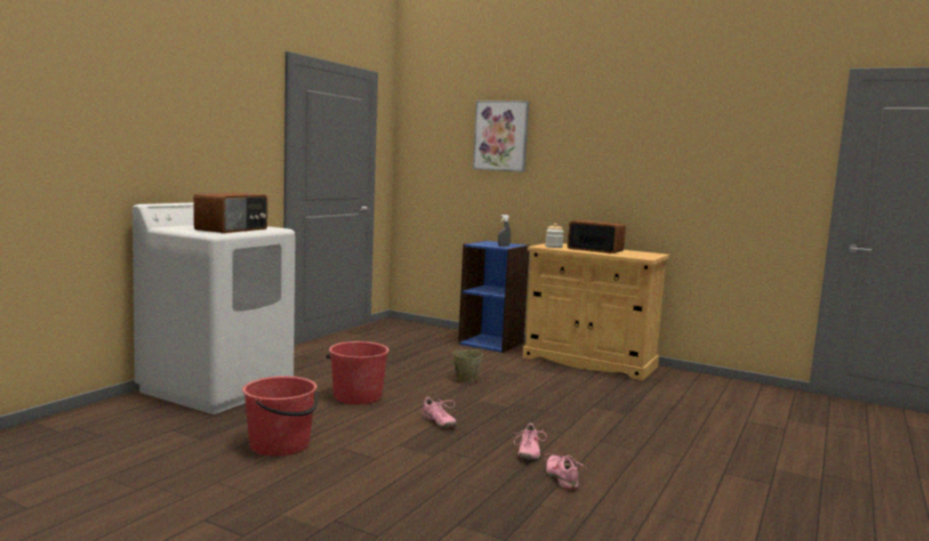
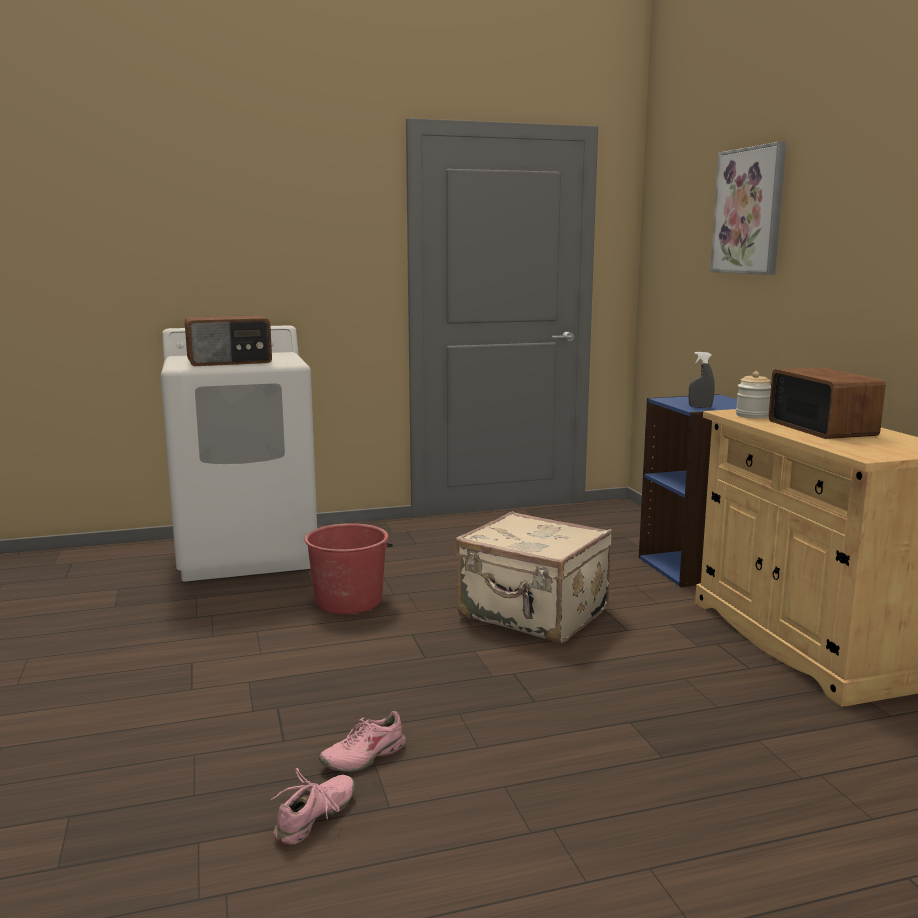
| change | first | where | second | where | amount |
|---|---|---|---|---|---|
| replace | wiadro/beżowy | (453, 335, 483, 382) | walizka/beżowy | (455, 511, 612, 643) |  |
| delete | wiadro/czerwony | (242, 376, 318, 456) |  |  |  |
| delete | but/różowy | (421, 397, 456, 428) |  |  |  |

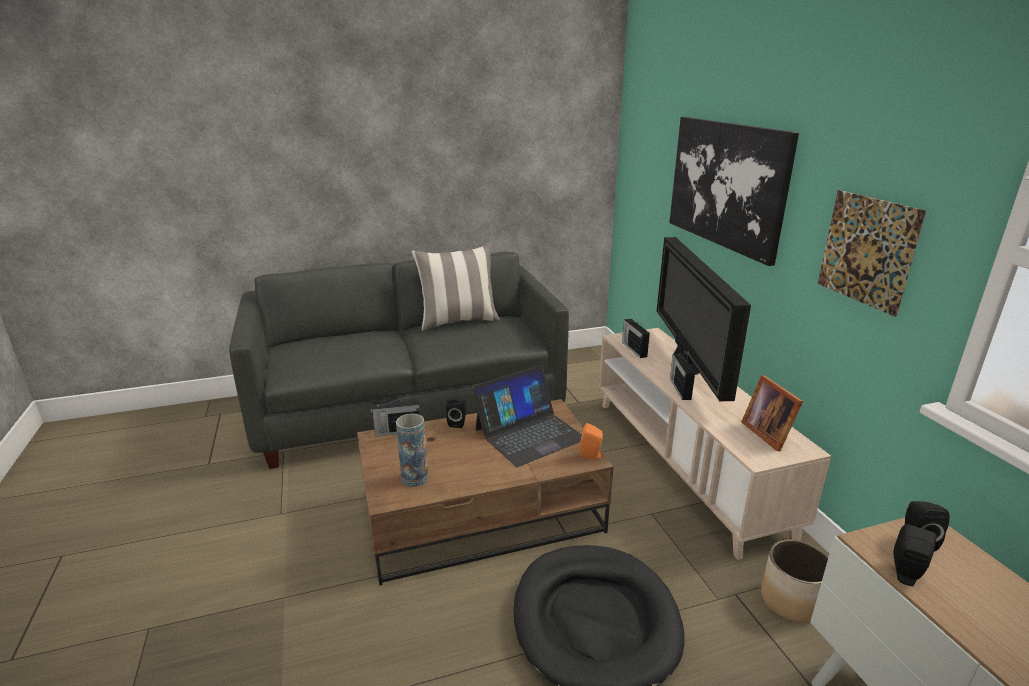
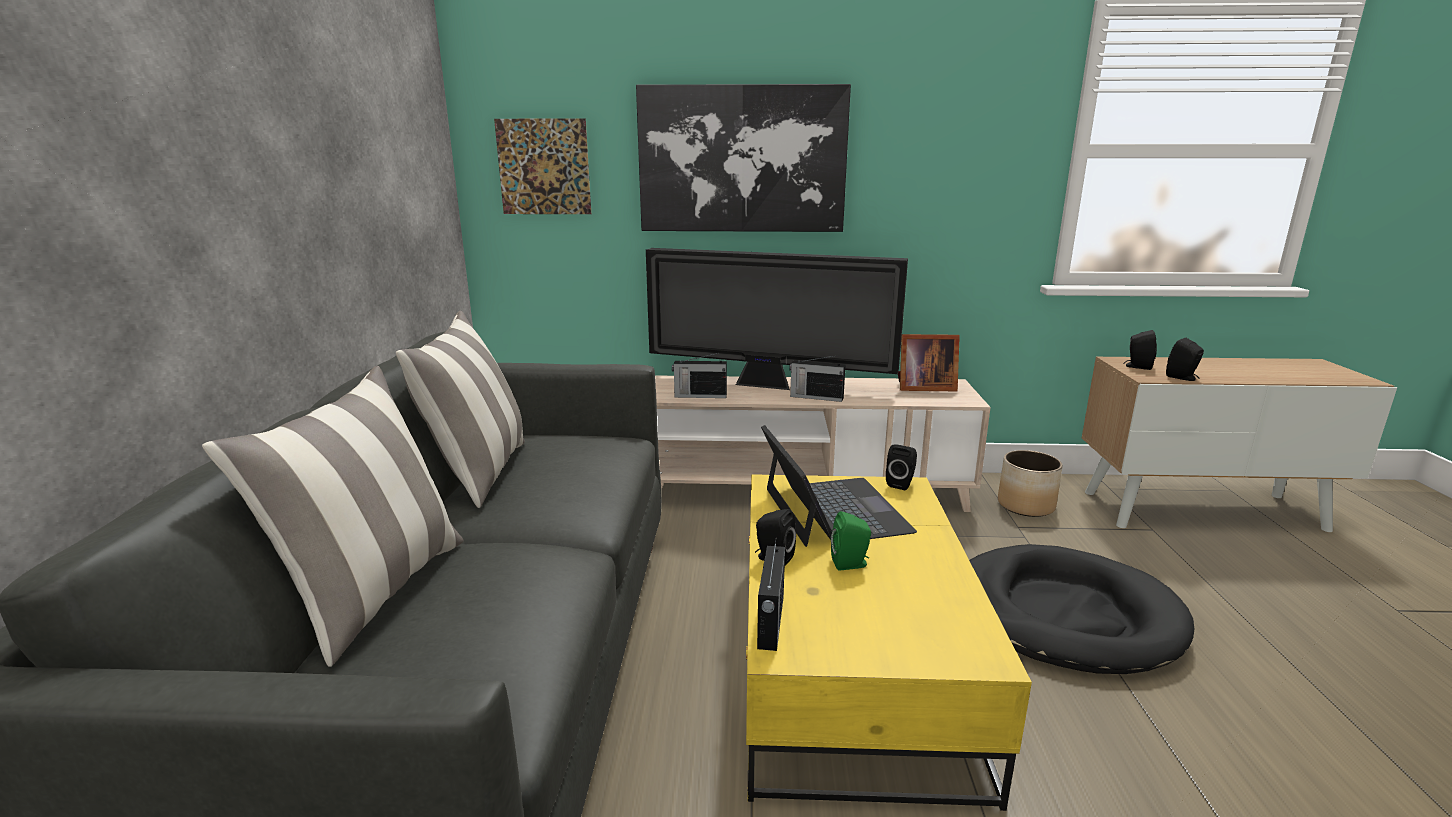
| change | first | where | second | where | amount |
|---|---|---|---|---|---|
| move | obraz | (818, 190, 926, 317) |  | (494, 119, 591, 214) |  |
| recolor | ława/brązowy | (357, 399, 614, 585) | ława/żółty | (746, 474, 1032, 811) |  |
| delete | wazon | (396, 414, 428, 487) |  |  |  |
| recolor | głośnik/pomarańczowy | (580, 423, 603, 459) | głośnik/czarny | (886, 444, 917, 490) |  |
| insert |  |  | poduszka | (202, 366, 463, 667) |  |
| insert |  |  | głośnik/zielony | (831, 511, 871, 570) |  |

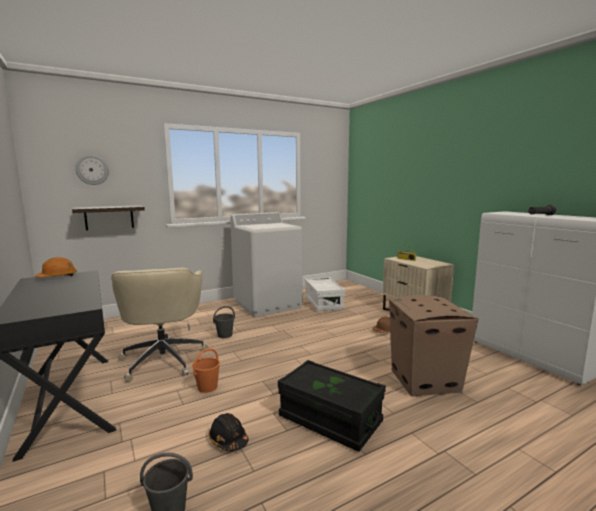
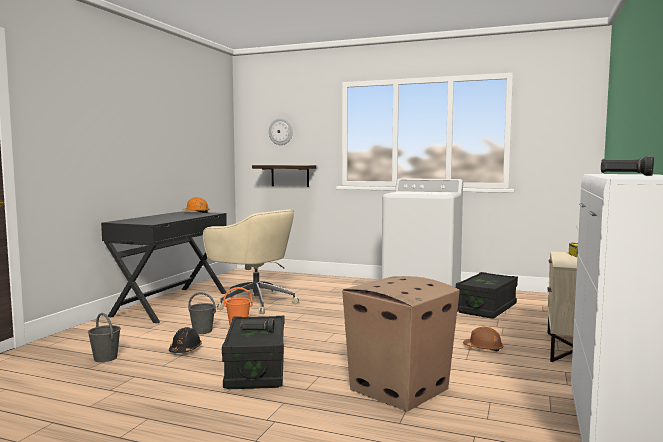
| change | first | where | second | where | amount |
|---|---|---|---|---|---|
| rotate | krzesło biurowe/beżowy | (111, 268, 208, 382) |  | (203, 210, 299, 314) | 90 degrees counterclockwise |
| recolor | pojemnik do przechowywania/biały | (305, 277, 345, 311) | pojemnik do przechowywania/czarny | (456, 272, 518, 319) |  |
| move | wiadro/szary | (213, 306, 235, 338) |  | (188, 292, 216, 334) |  |
| insert |  |  | latarka/czarny | (240, 318, 275, 333) |  |

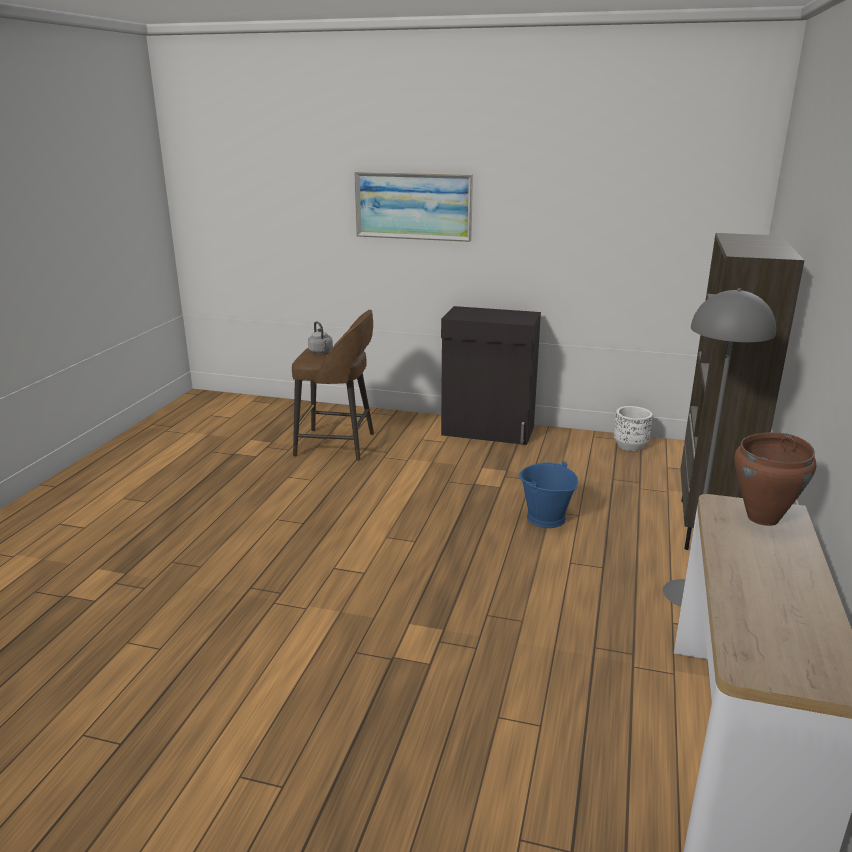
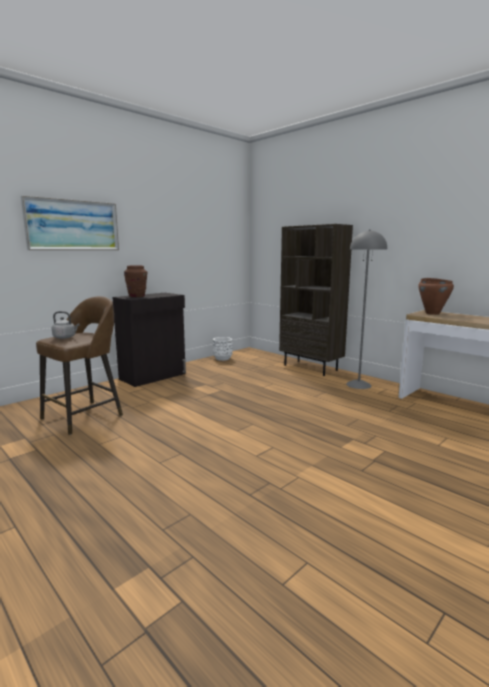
| change | first | where | second | where | amount |
|---|---|---|---|---|---|
| delete | wiadro/niebieski | (519, 461, 578, 528) |  |  |  |
| insert |  |  | wazon/brązowy | (124, 265, 148, 297) |  |

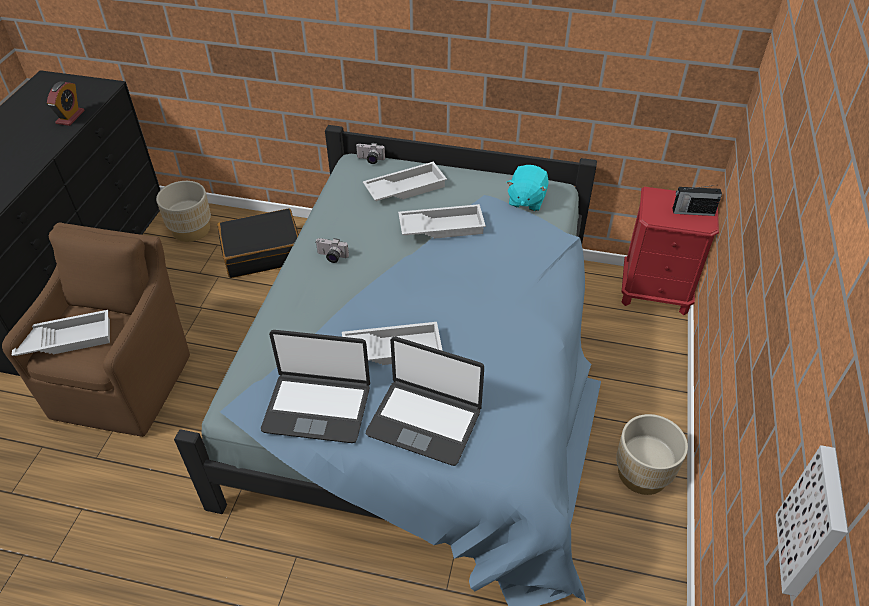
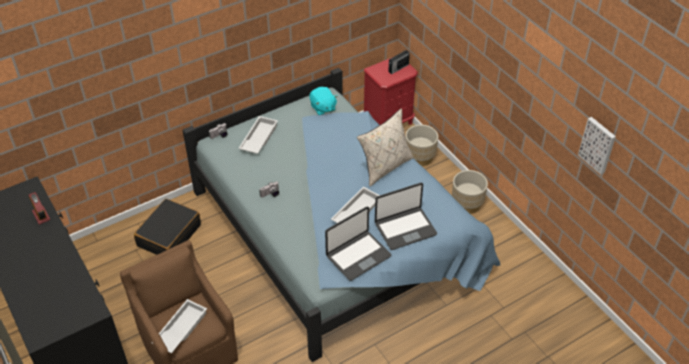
| change | first | where | second | where | amount |
|---|---|---|---|---|---|
| move | donica/beżowy | (156, 181, 211, 242) |  | (406, 125, 438, 166) |  |
| delete | taca/biały | (398, 204, 486, 239) |  |  |  |
| insert |  |  | poduszka/beżowy | (357, 108, 414, 187) |  |

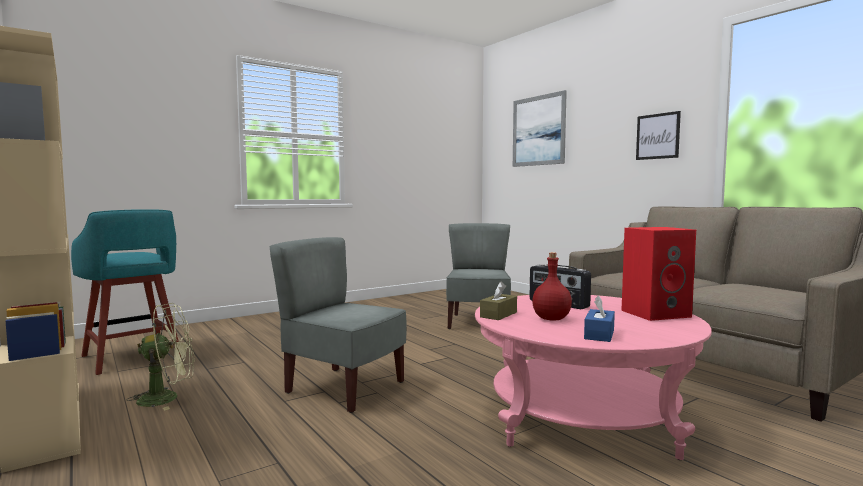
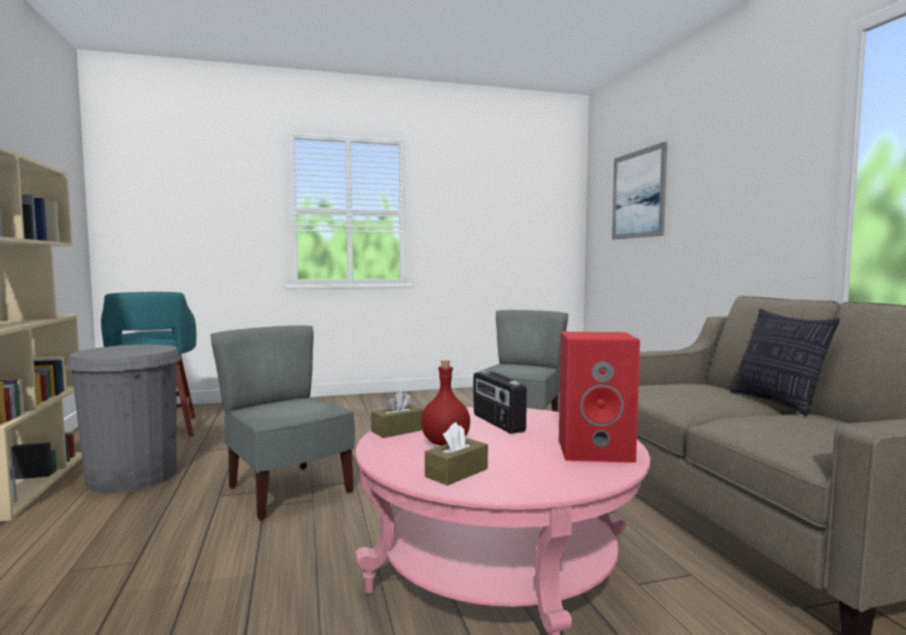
| change | first | where | second | where | amount |
|---|---|---|---|---|---|
| delete | obraz | (636, 111, 681, 160) |  |  |  |
| recolor | pudełko chusteczek/niebieski | (584, 295, 615, 342) | pudełko chusteczek/brązowy | (425, 422, 488, 486) |  |
| replace | wentylator/zielony | (127, 303, 194, 410) | kosz na śmieci/szary | (66, 344, 181, 493) |  |
| insert |  |  | poduszka | (730, 309, 840, 416) |  |

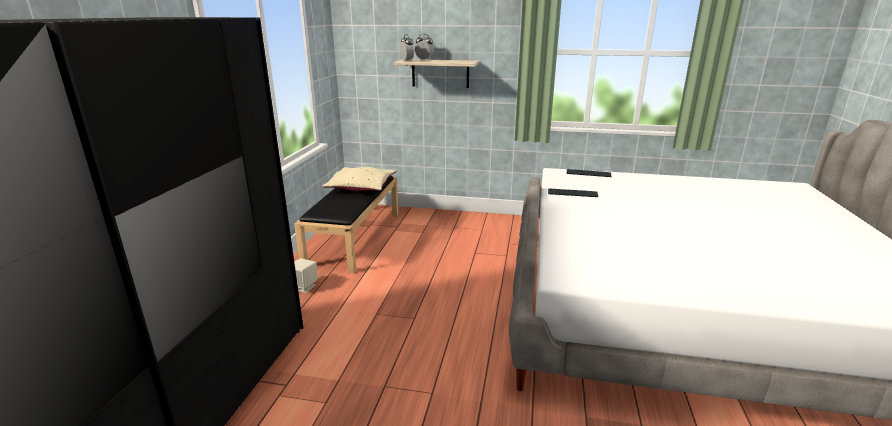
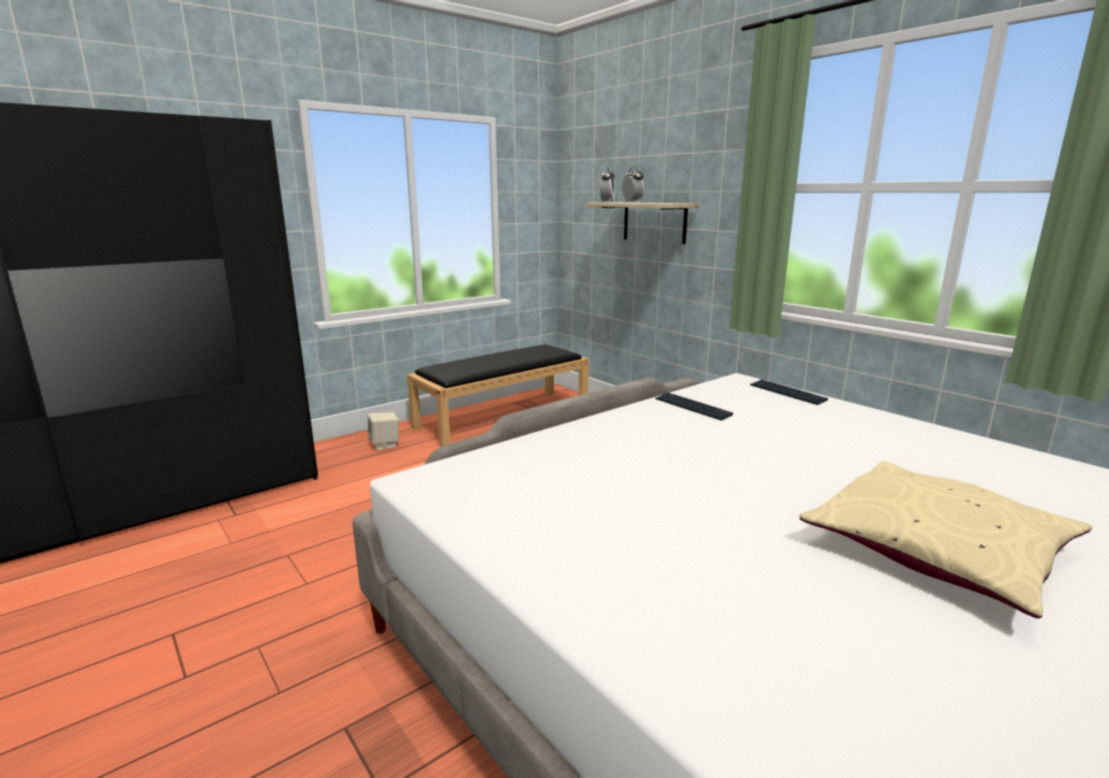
| change | first | where | second | where | amount |
|---|---|---|---|---|---|
| move | poduszka/beżowy | (322, 167, 397, 191) |  | (799, 461, 1092, 619) |  |

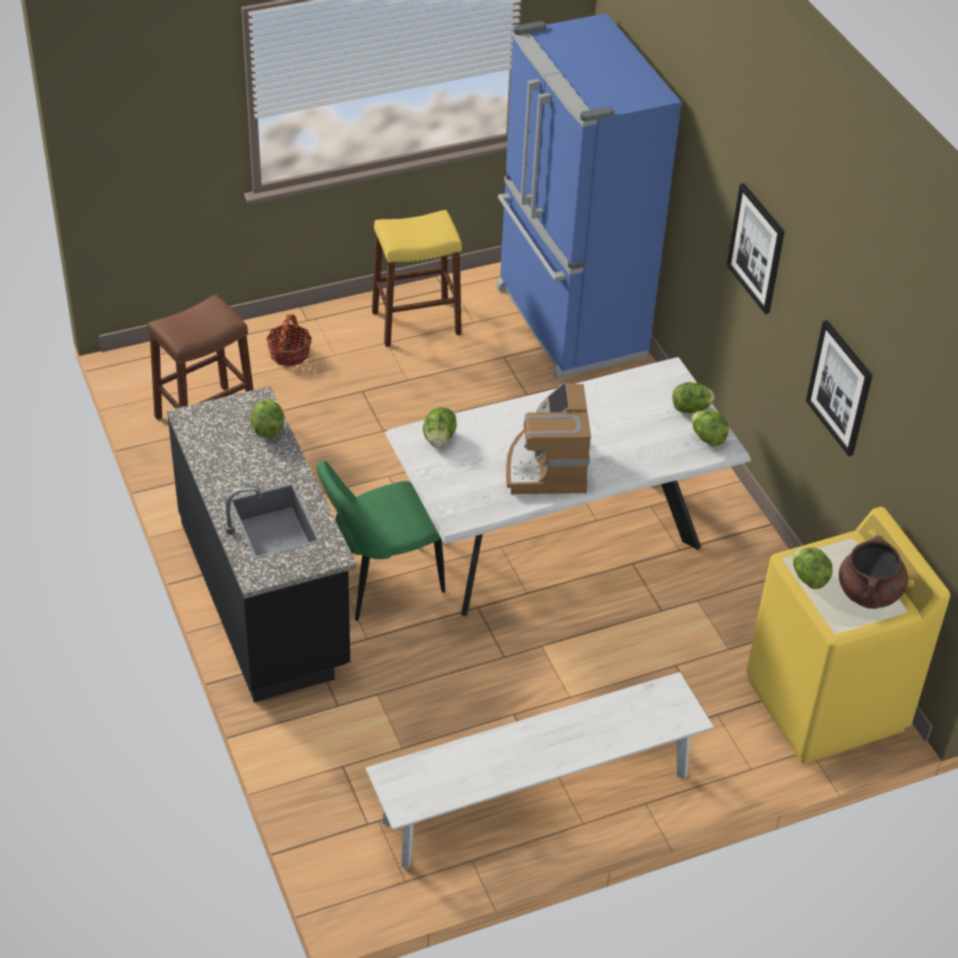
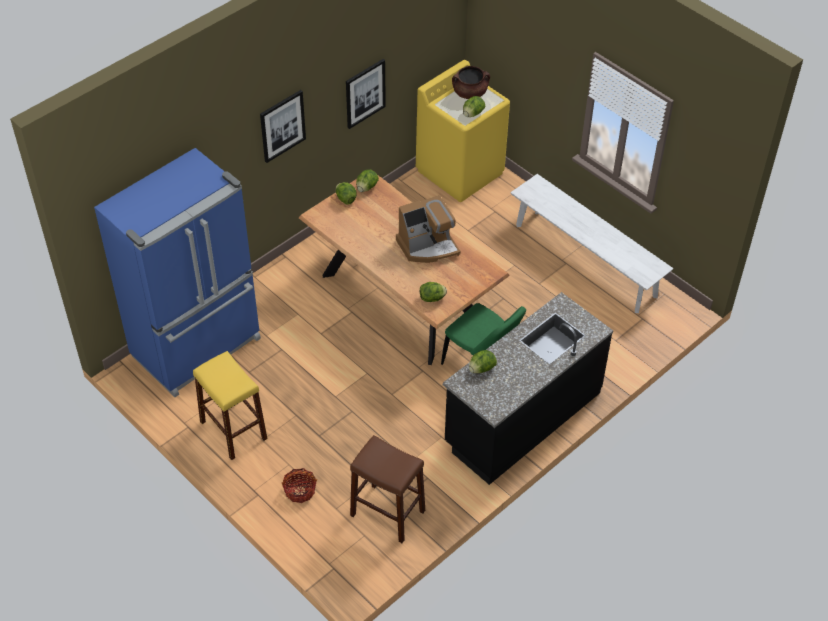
| change | first | where | second | where | amount |
|---|---|---|---|---|---|
| recolor | stół jadalny/biały | (385, 357, 751, 616) | stół jadalny/brązowy | (299, 176, 510, 365) |  |

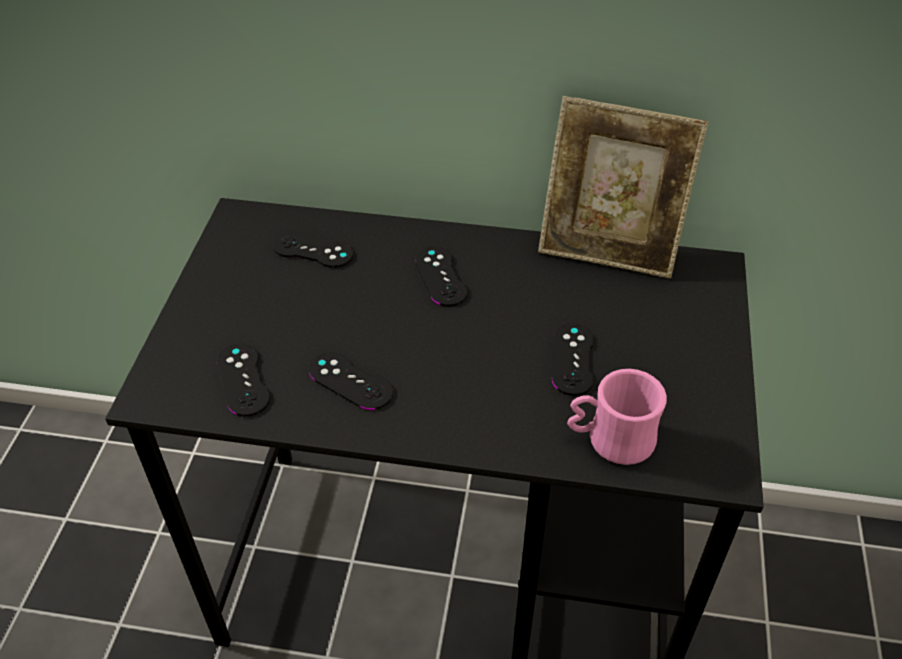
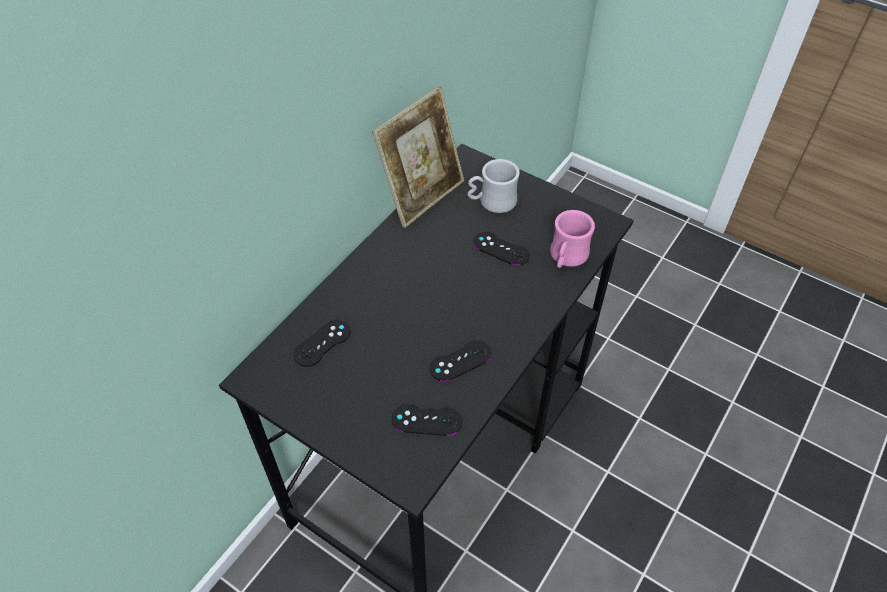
| change | first | where | second | where | amount |
|---|---|---|---|---|---|
| delete | pad do gier/czarny | (415, 246, 468, 307) |  |  |  |
| insert |  |  | kubek/biały | (467, 159, 520, 213) |  |

